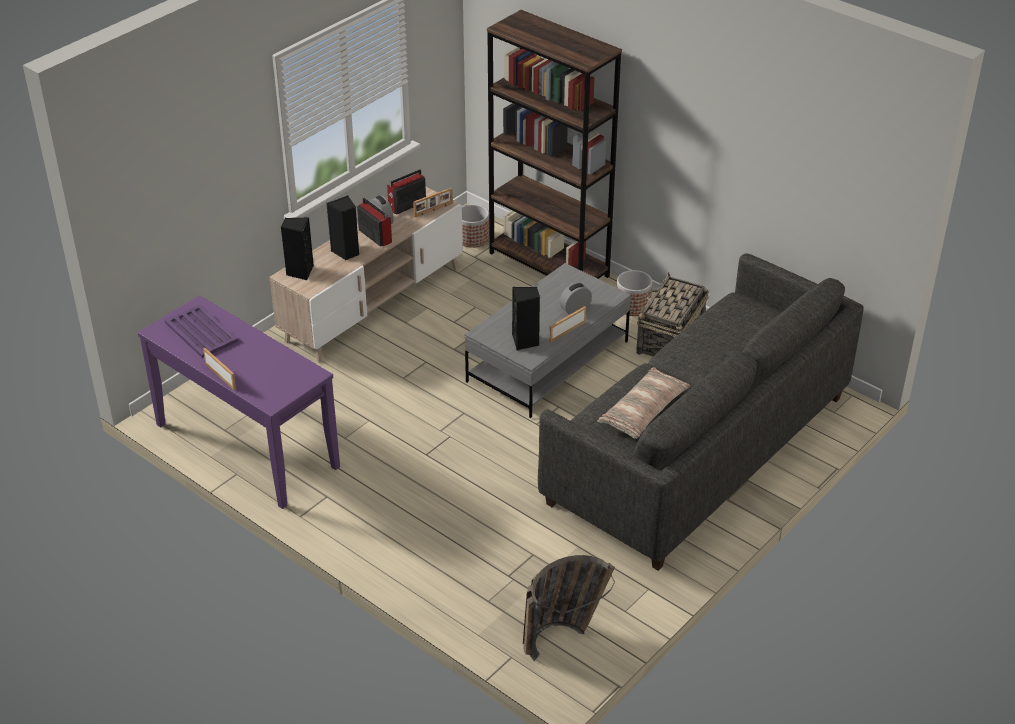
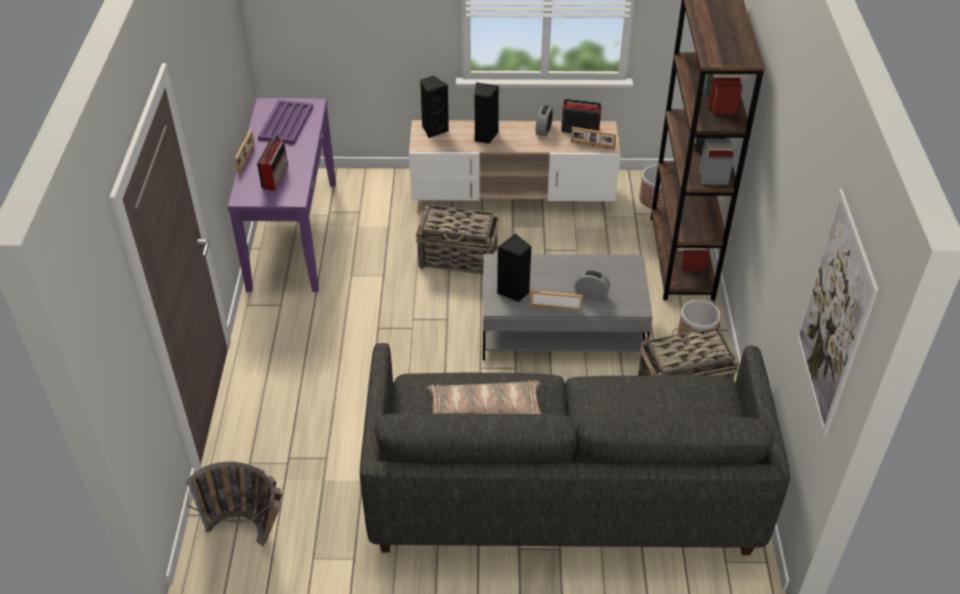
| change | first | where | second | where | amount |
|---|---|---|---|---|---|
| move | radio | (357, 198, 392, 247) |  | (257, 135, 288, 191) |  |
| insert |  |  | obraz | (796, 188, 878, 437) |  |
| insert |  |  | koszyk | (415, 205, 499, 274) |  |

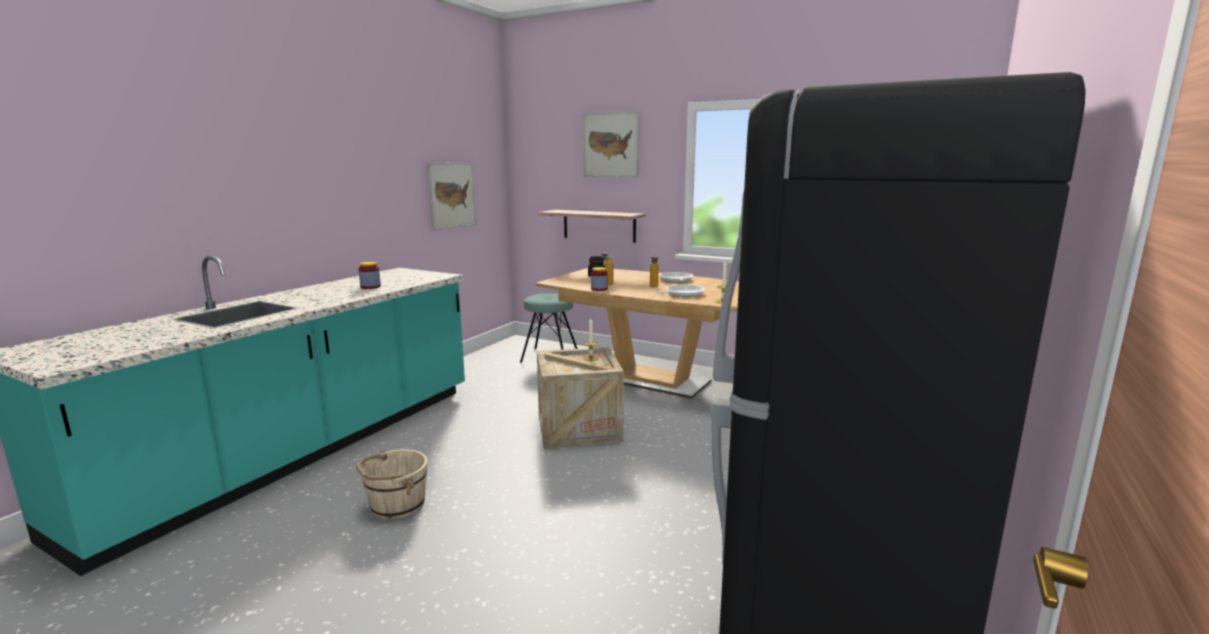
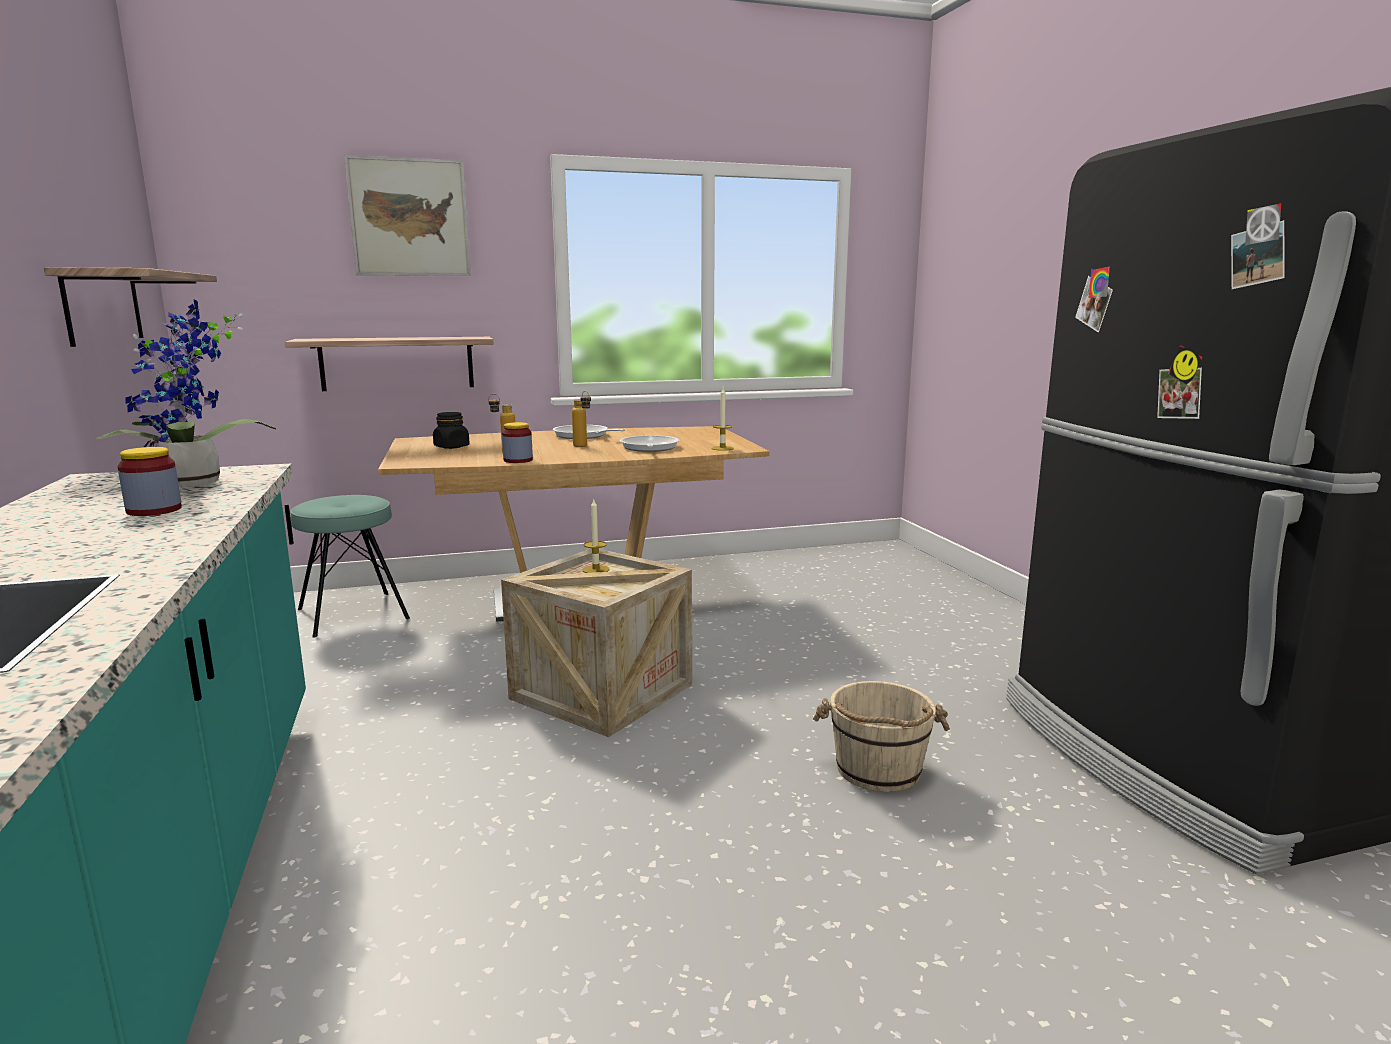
| change | first | where | second | where | amount |
|---|---|---|---|---|---|
| replace | obraz | (427, 163, 477, 231) | półka | (44, 267, 217, 347) |  |
| move | wiadro/beżowy | (356, 449, 428, 520) |  | (813, 681, 950, 792) |  |
| insert |  |  | roślina doniczkowa | (95, 299, 276, 487) |  |

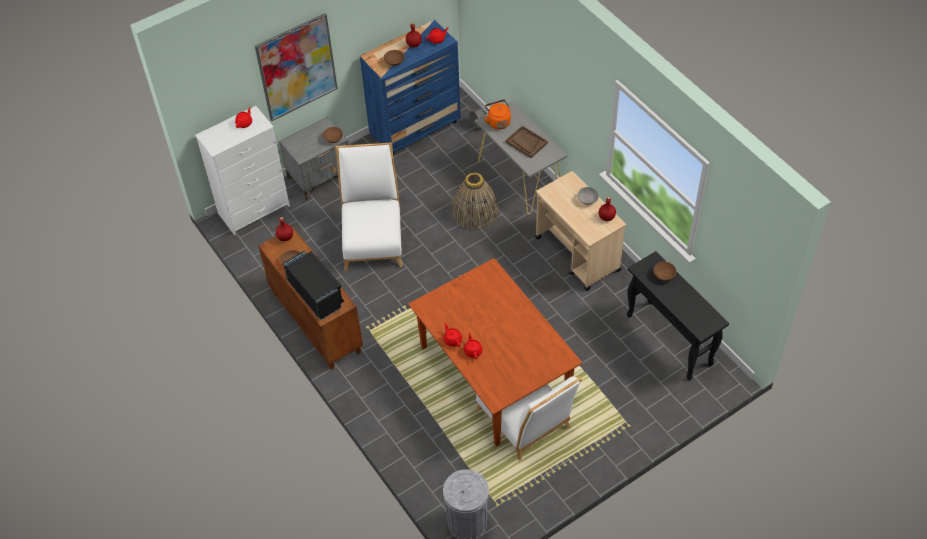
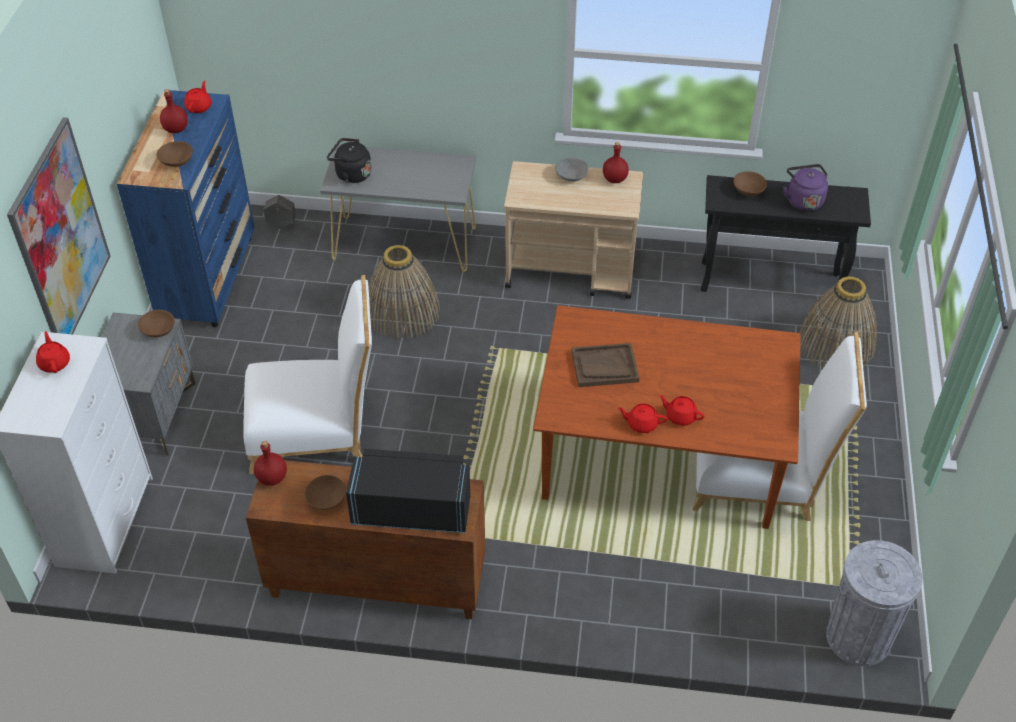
| change | first | where | second | where | amount |
|---|---|---|---|---|---|
| recolor | czajnik/pomarańczowy | (484, 100, 511, 129) | czajnik/czarny | (327, 138, 371, 183) |  |
| move | taca/brązowy | (505, 126, 548, 158) |  | (571, 343, 639, 387) |  |
| rotate | krzesło/biały | (335, 142, 403, 271) |  | (244, 275, 372, 474) | 135 degrees clockwise |
| insert |  |  | czajnik/fioletowy | (783, 164, 828, 211) |  |
| insert |  |  | koszyk | (799, 276, 877, 369) |  |

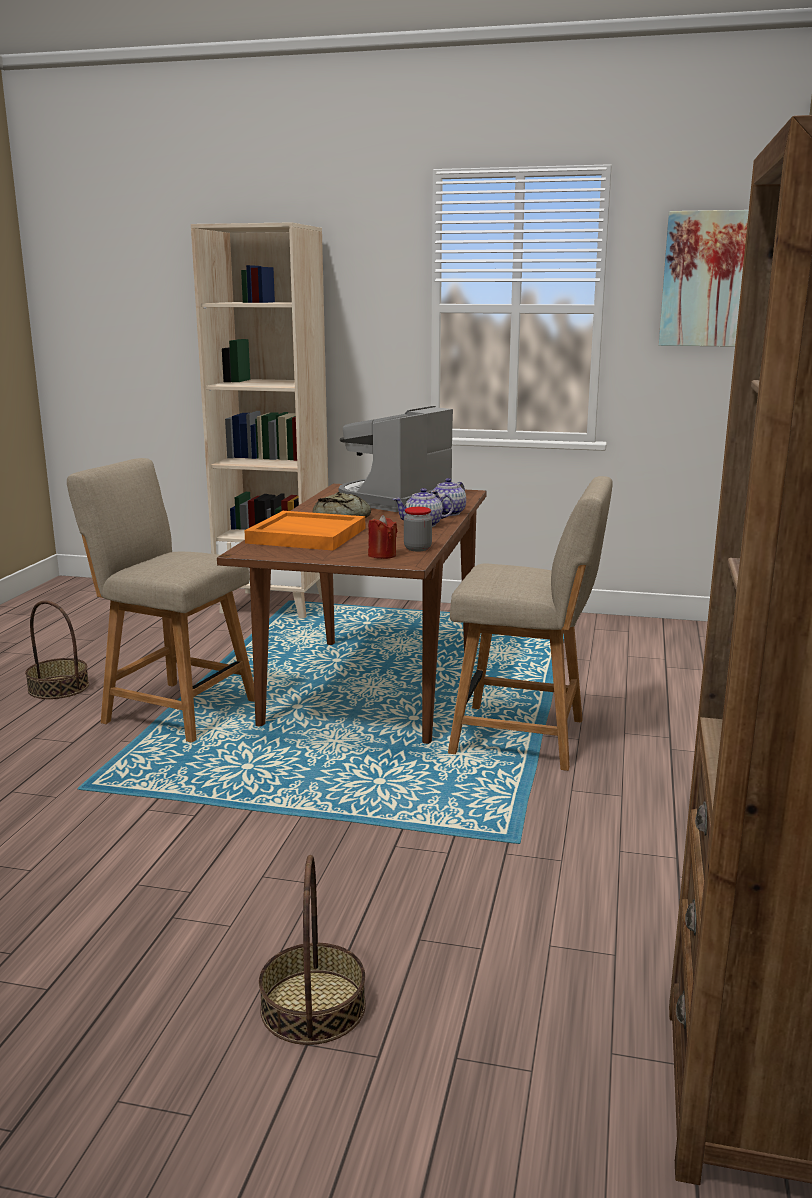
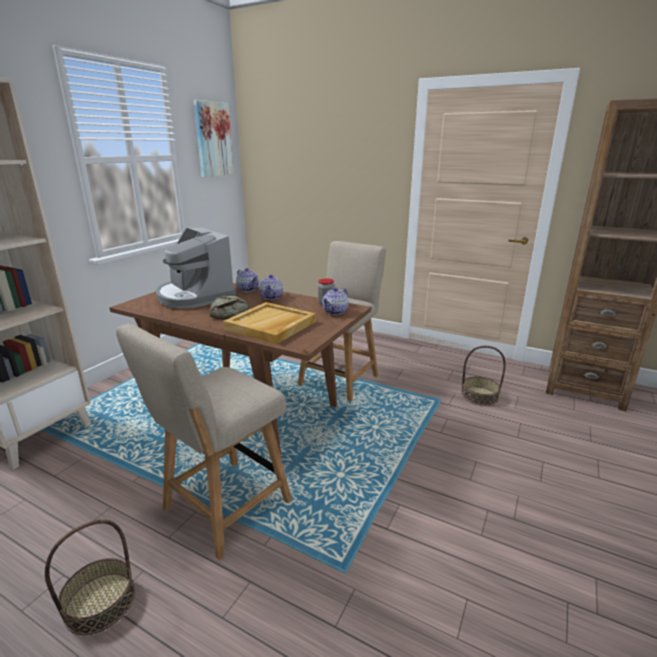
| change | first | where | second | where | amount |
|---|---|---|---|---|---|
| recolor | taca/pomarańczowy | (244, 511, 365, 551) | taca/beżowy | (223, 302, 316, 344) |  |
| replace | świeca/czerwony | (368, 515, 397, 559) | imbryk | (322, 287, 349, 315) |  |
| move | koszyk | (259, 855, 366, 1045) |  | (462, 346, 506, 406) |  |

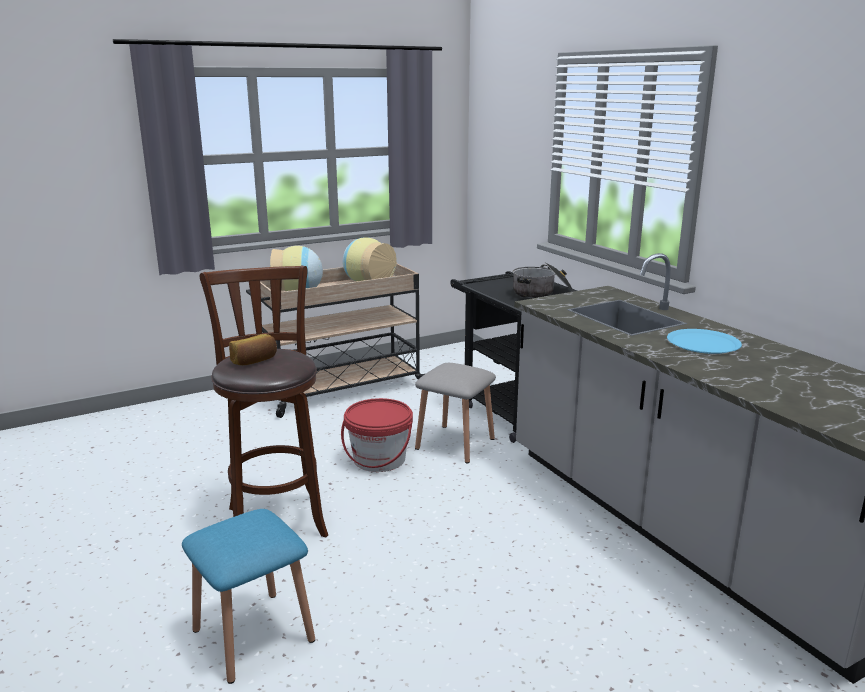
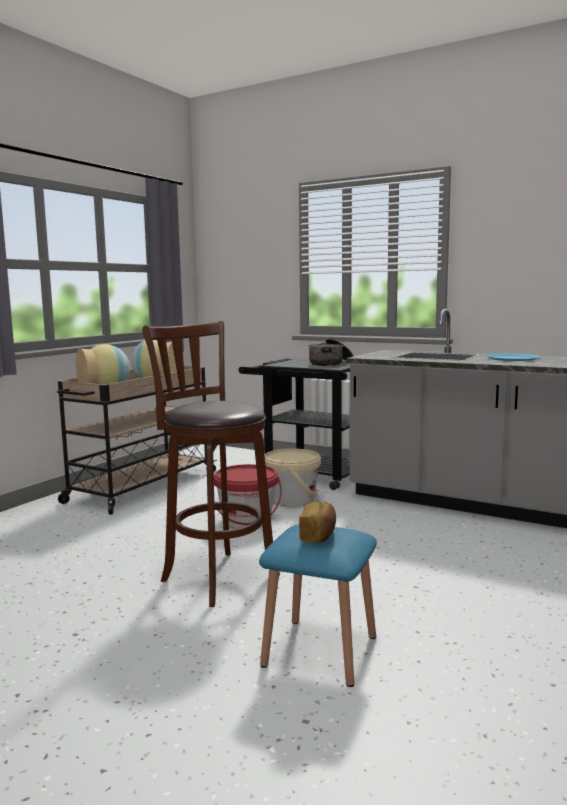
| change | first | where | second | where | amount |
|---|---|---|---|---|---|
| move | chleb | (229, 334, 277, 365) |  | (299, 502, 336, 543) |  |
| replace | stołek/szary | (415, 363, 496, 463) | wiadro/beżowy | (264, 448, 321, 506) |  |

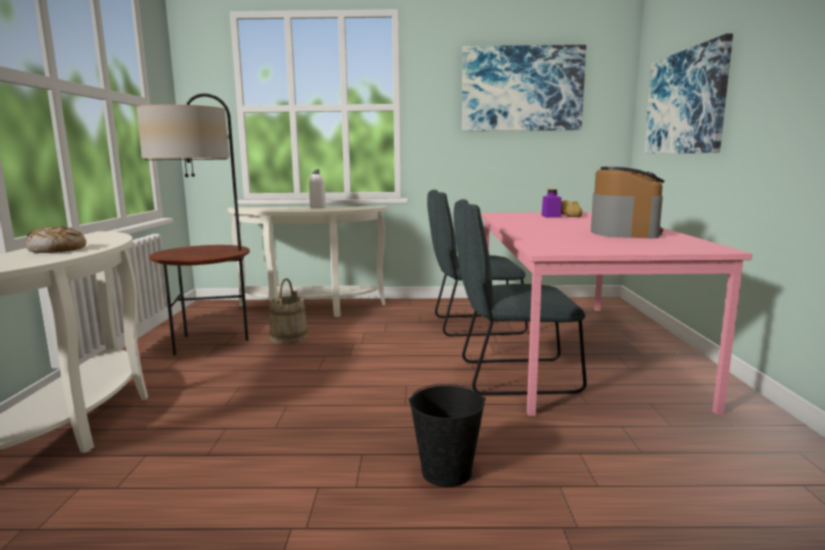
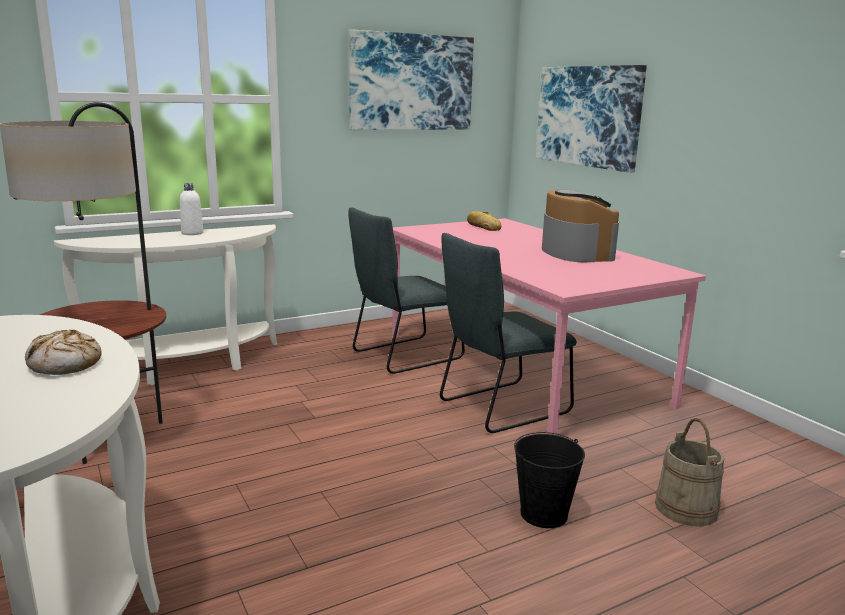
| change | first | where | second | where | amount |
|---|---|---|---|---|---|
| delete | słoik/fioletowy | (541, 189, 561, 218) |  |  |  |
| move | wiadro/beżowy | (269, 278, 308, 345) |  | (655, 418, 724, 527) |  |

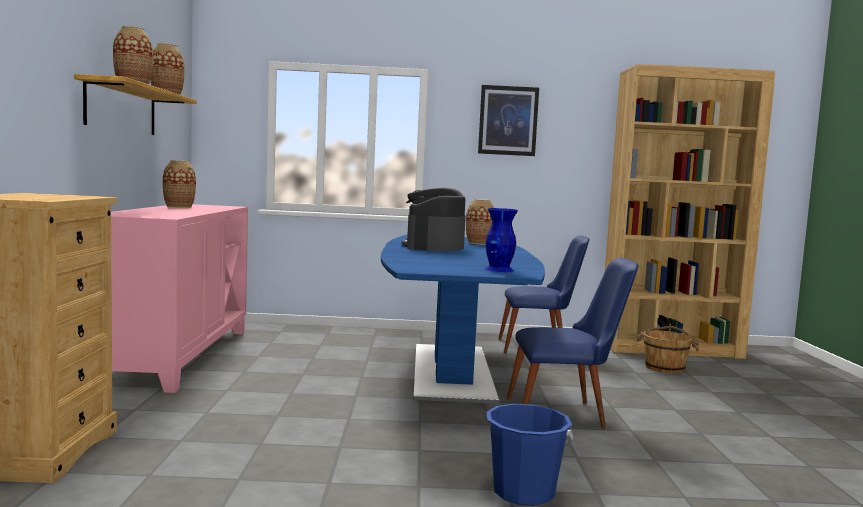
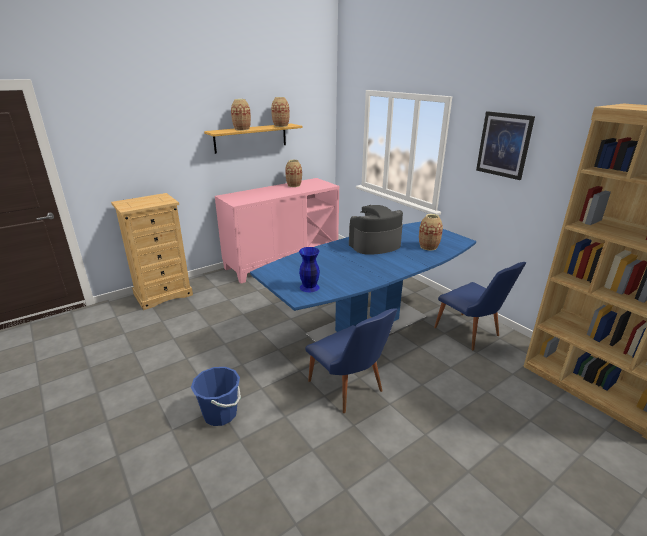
| change | first | where | second | where | amount |
|---|---|---|---|---|---|
| delete | wiadro/brązowy | (636, 326, 699, 373) |  |  |  |

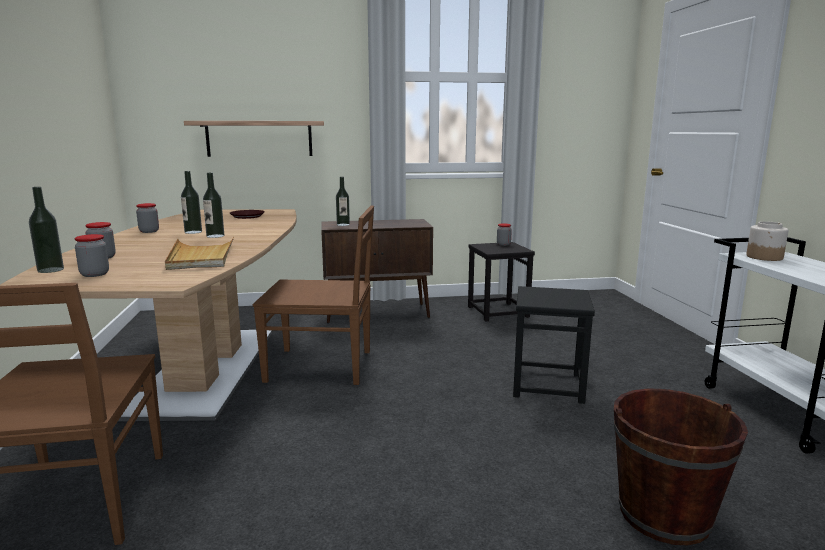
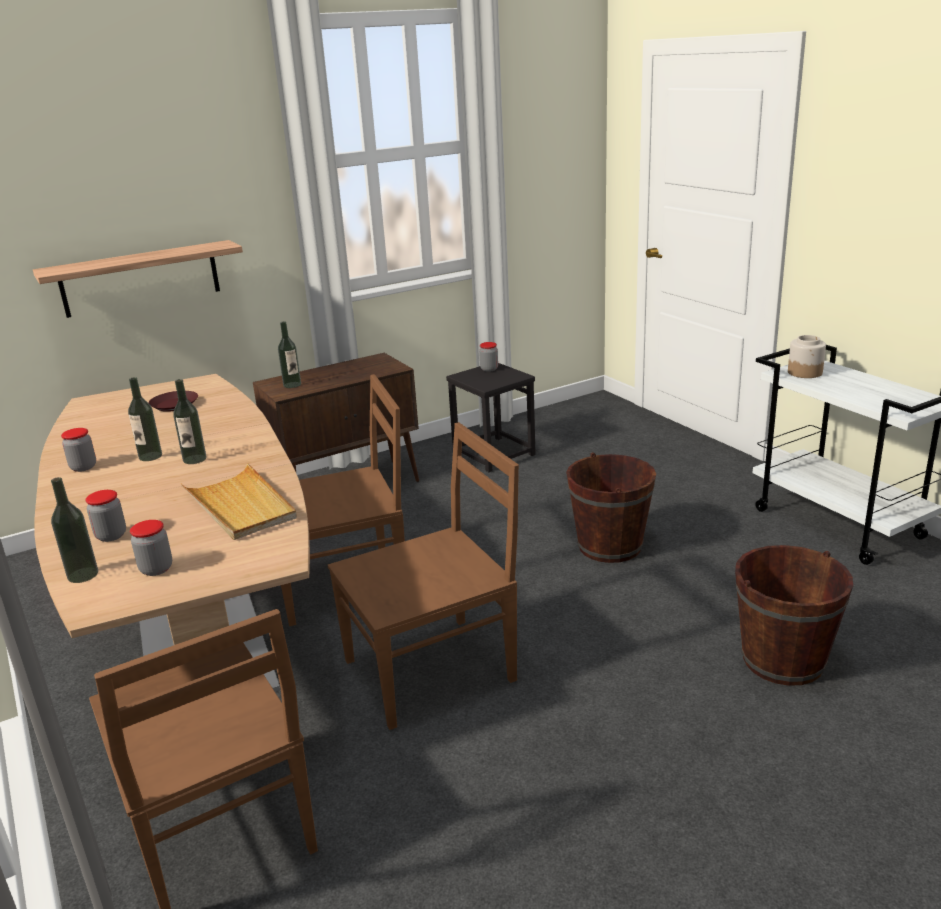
| change | first | where | second | where | amount |
|---|---|---|---|---|---|
| replace | stołek/czarny | (513, 286, 595, 404) | wiadro/brązowy | (566, 452, 656, 563) |  |
| insert |  |  | krzesło/brązowy | (328, 422, 519, 730) |  |

